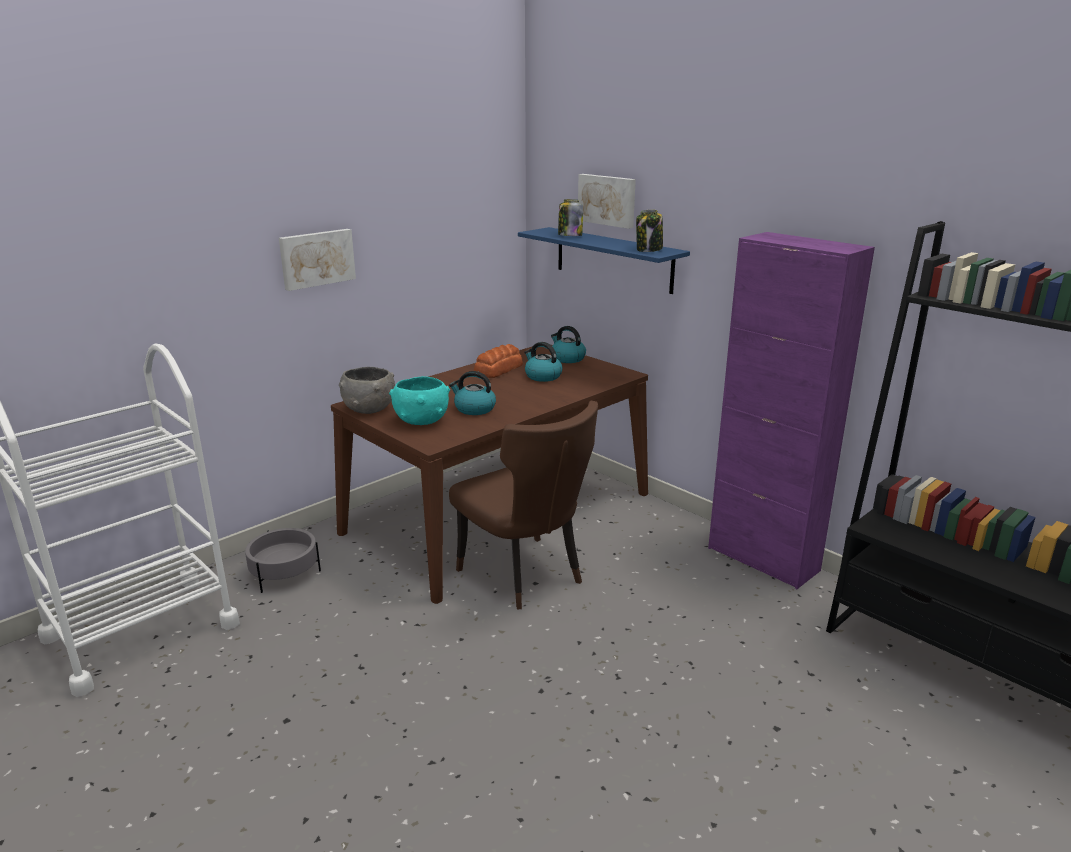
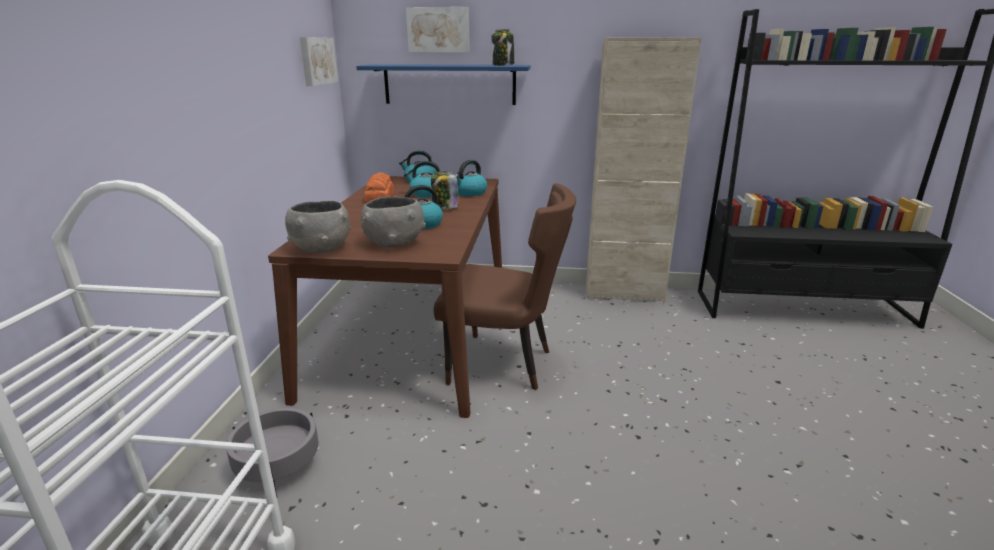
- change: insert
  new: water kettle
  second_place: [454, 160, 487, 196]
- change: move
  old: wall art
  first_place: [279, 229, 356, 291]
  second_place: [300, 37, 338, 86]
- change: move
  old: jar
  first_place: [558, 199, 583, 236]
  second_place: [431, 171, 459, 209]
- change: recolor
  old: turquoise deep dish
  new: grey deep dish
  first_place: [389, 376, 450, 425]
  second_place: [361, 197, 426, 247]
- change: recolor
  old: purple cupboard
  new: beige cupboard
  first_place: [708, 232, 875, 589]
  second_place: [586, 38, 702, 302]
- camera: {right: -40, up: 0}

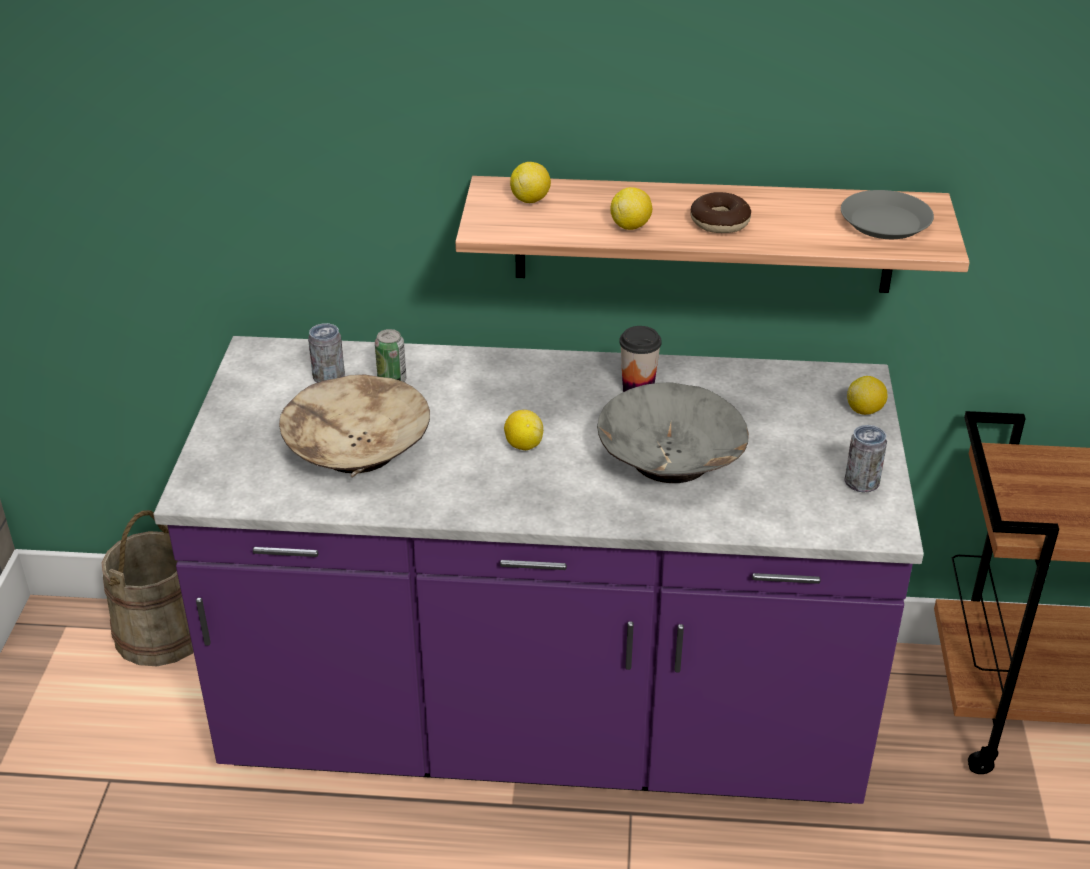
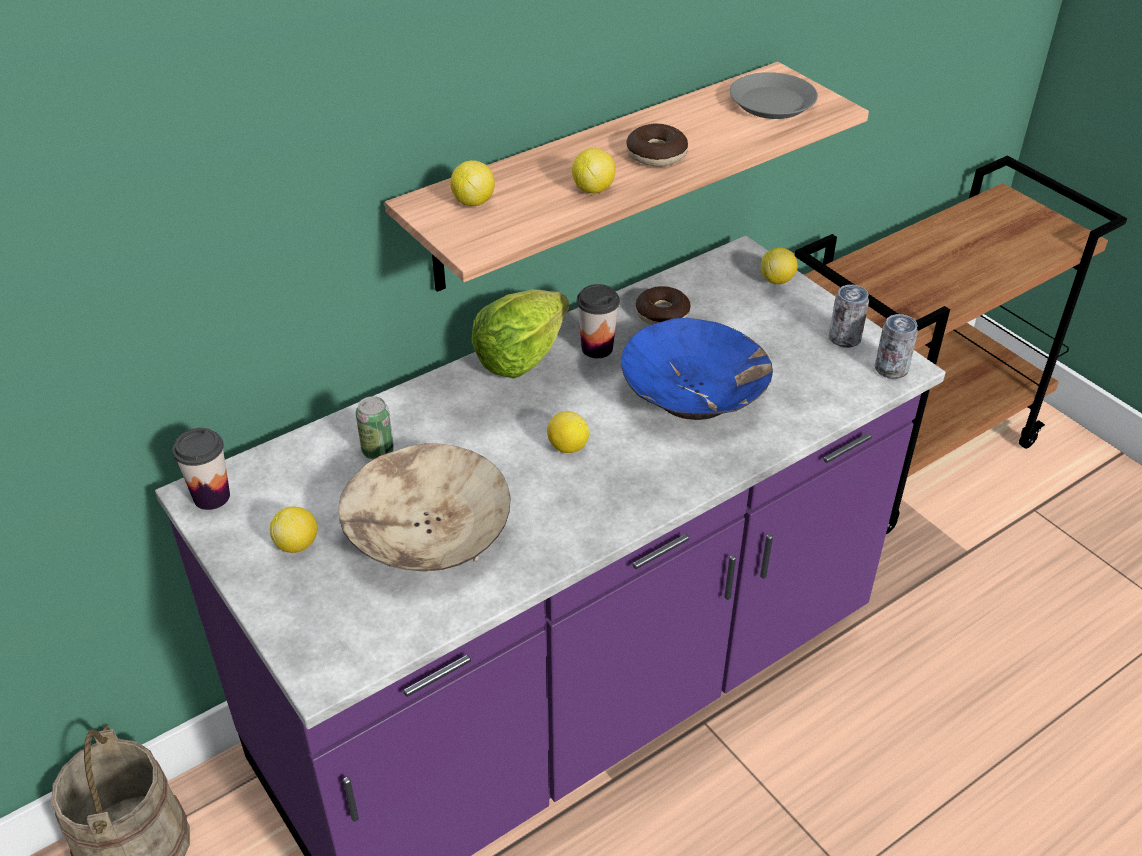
- change: insert
  new: small cup
  second_place: [172, 428, 230, 510]
- change: insert
  new: lemon
  second_place: [270, 507, 318, 553]
- change: insert
  new: lettuce head
  second_place: [471, 289, 569, 379]
- change: insert
  new: doughnut
  second_place: [635, 286, 691, 325]
- change: move
  old: sealed can
  first_place: [308, 323, 345, 383]
  second_place: [875, 314, 918, 379]
- change: recolor
  old: grey deep dish
  new: blue-coloured deep dish
  first_place: [597, 382, 749, 483]
  second_place: [621, 318, 773, 420]
- camera: {right: -40, up: 5}

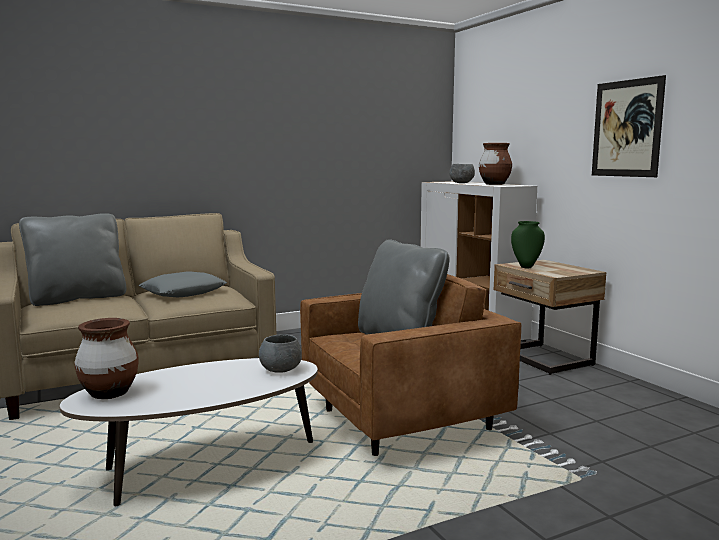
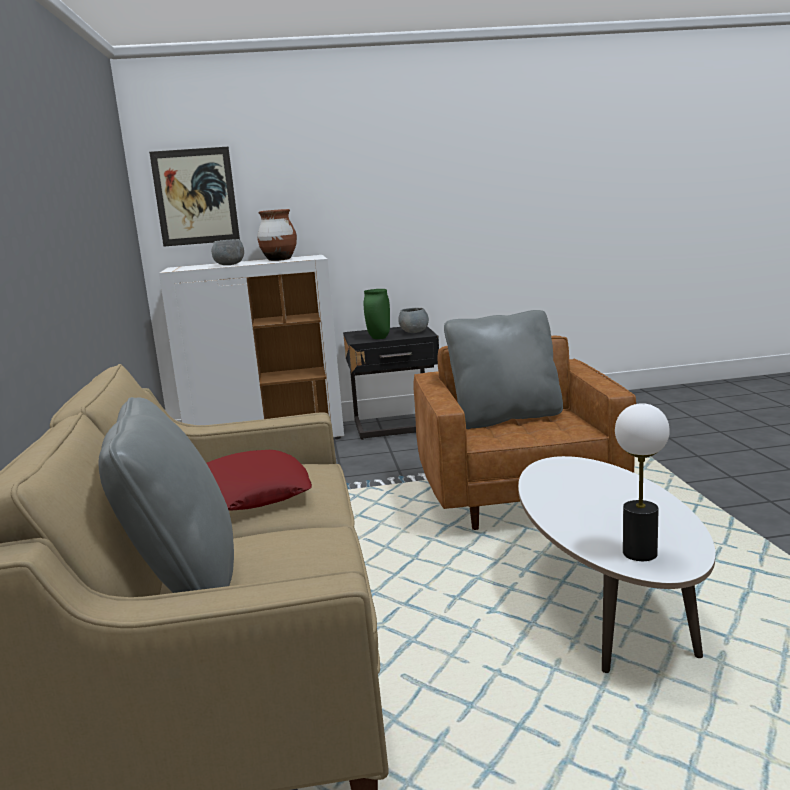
- change: move
  old: grey deep dish
  first_place: [259, 334, 302, 373]
  second_place: [398, 308, 429, 333]
- change: move
  old: wall art
  first_place: [592, 75, 666, 177]
  second_place: [149, 147, 240, 247]
- change: replace
  old: brown-coloured decorative vase
  new: table lamp
  first_place: [74, 318, 139, 399]
  second_place: [615, 403, 670, 561]
- change: recolor
  old: grey pillow
  new: red-coloured pillow
  first_place: [138, 271, 227, 297]
  second_place: [206, 450, 312, 511]
- change: recolor
  old: beige night table
  new: blackish night table
  first_place: [494, 260, 606, 375]
  second_place: [343, 326, 439, 440]
- camera: {right: -70, up: 5}

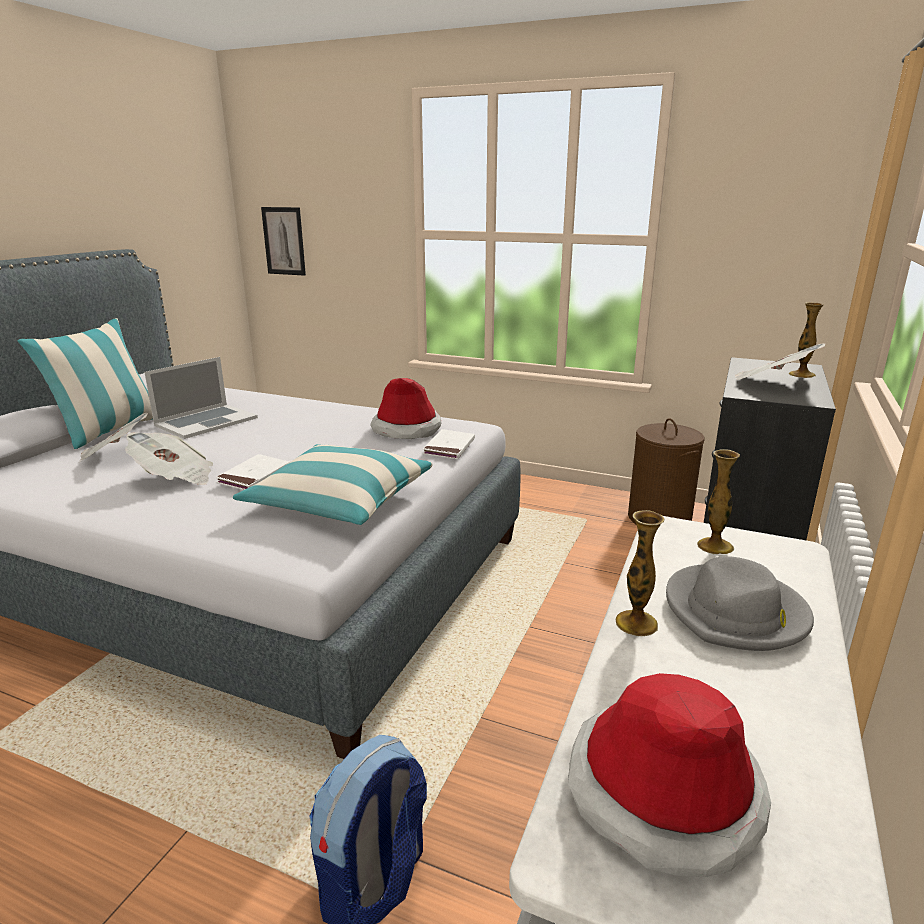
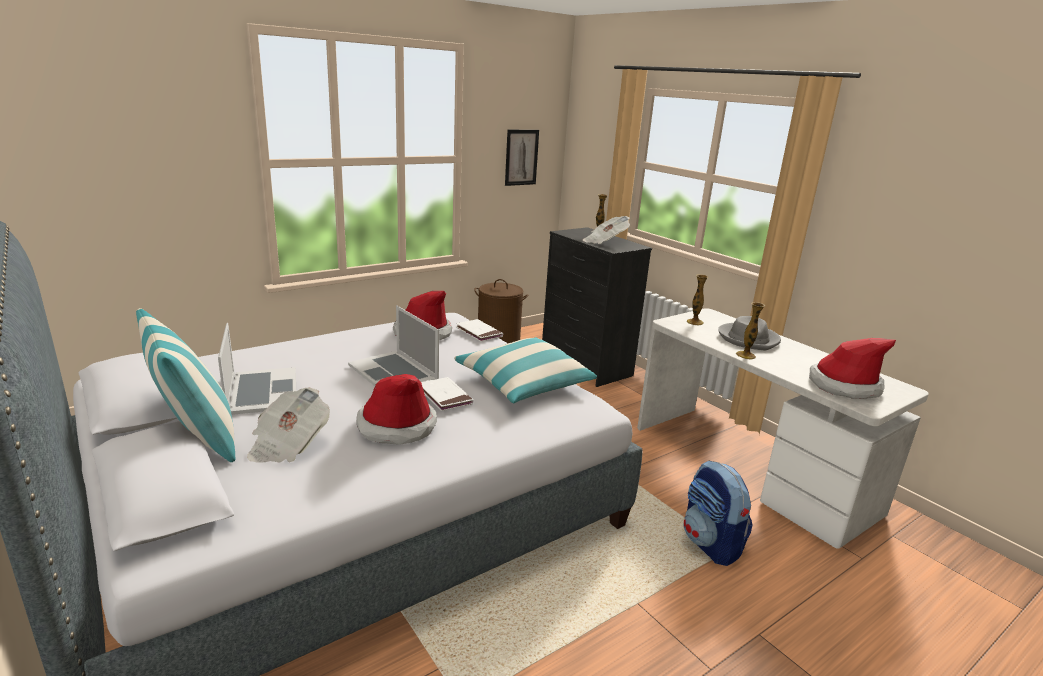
- change: insert
  new: notebook computer
  second_place: [348, 305, 439, 386]
- change: move
  old: wall art
  first_place: [261, 207, 306, 276]
  second_place: [505, 130, 539, 186]
- change: replace
  old: newspaper
  new: hat
  first_place: [125, 432, 213, 485]
  second_place: [356, 374, 437, 445]
- camera: {right: -60, up: 0}

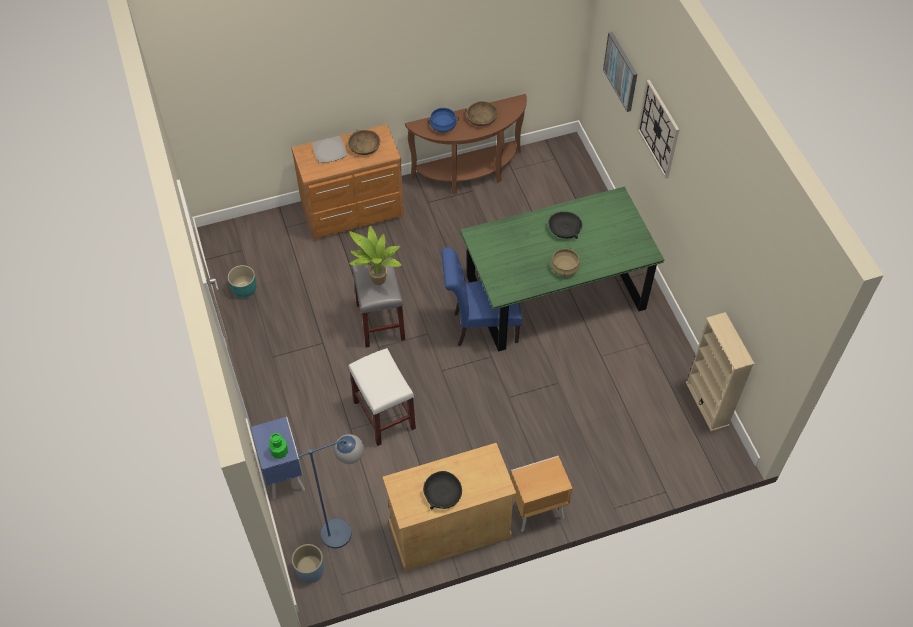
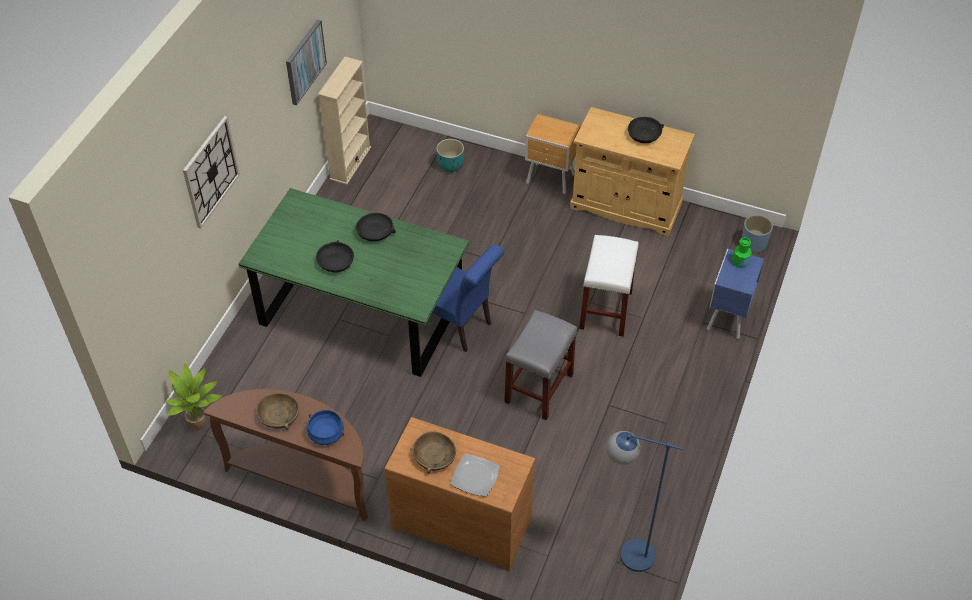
- change: move
  old: turquoise plant pot
  first_place: [228, 265, 256, 298]
  second_place: [436, 139, 464, 172]
- change: move
  old: blue-coloured floor lamp
  first_place: [298, 434, 364, 548]
  second_place: [606, 431, 683, 572]
- change: move
  old: houseplant
  first_place: [349, 226, 401, 285]
  second_place: [165, 363, 222, 430]
- change: move
  old: wall art
  first_place: [603, 32, 637, 112]
  second_place: [286, 20, 327, 105]
- change: replace
  old: beige saucepot
  new: blackish deep dish
  first_place: [551, 248, 580, 276]
  second_place: [356, 213, 396, 242]
- camera: {right: -140, up: -5}

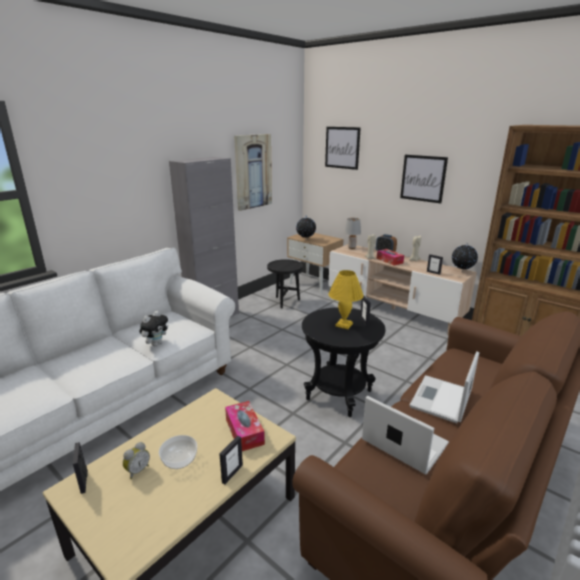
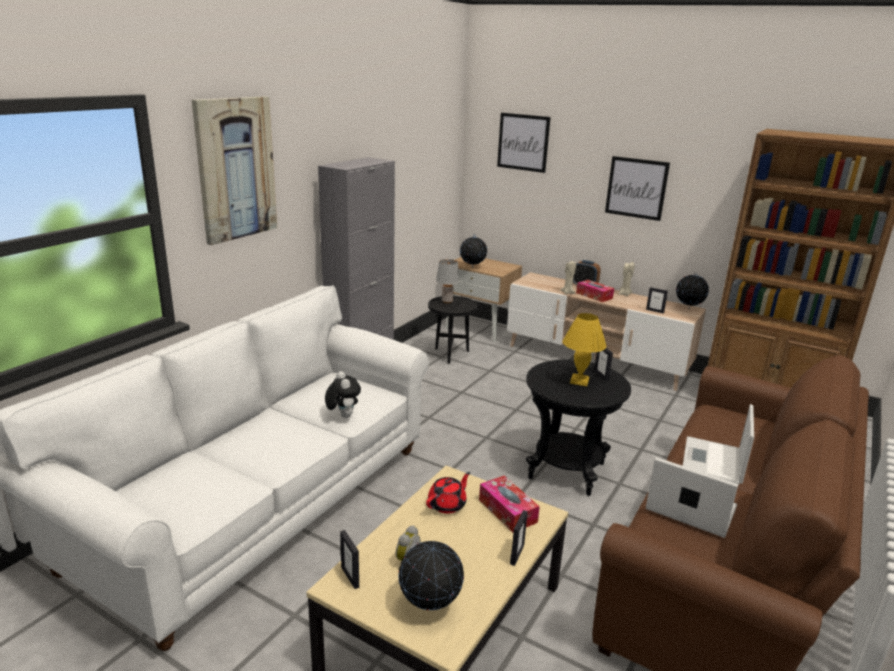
- change: delete
  old: deep dish
  first_place: [159, 435, 197, 469]
- change: insert
  new: desk globe
  second_place: [398, 540, 464, 610]
- change: insert
  new: red-coloured teapot
  second_place: [426, 472, 470, 513]
- change: move
  old: wall art
  first_place: [234, 134, 272, 211]
  second_place: [192, 97, 277, 245]
- change: move
  old: grey table lamp
  first_place: [344, 218, 361, 249]
  second_place: [436, 259, 459, 303]
- change: rotate
  old: soft toy
  first_place: [139, 311, 168, 346]
  second_place: [325, 371, 361, 418]
  degrees: -45
- camera: {right: -10, up: 0}

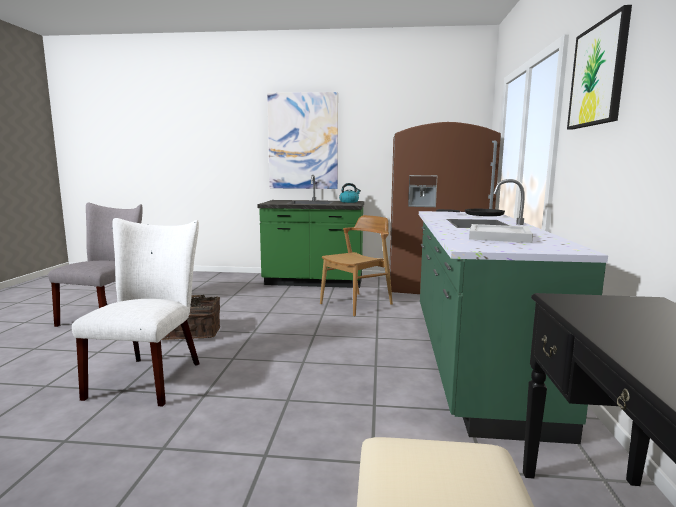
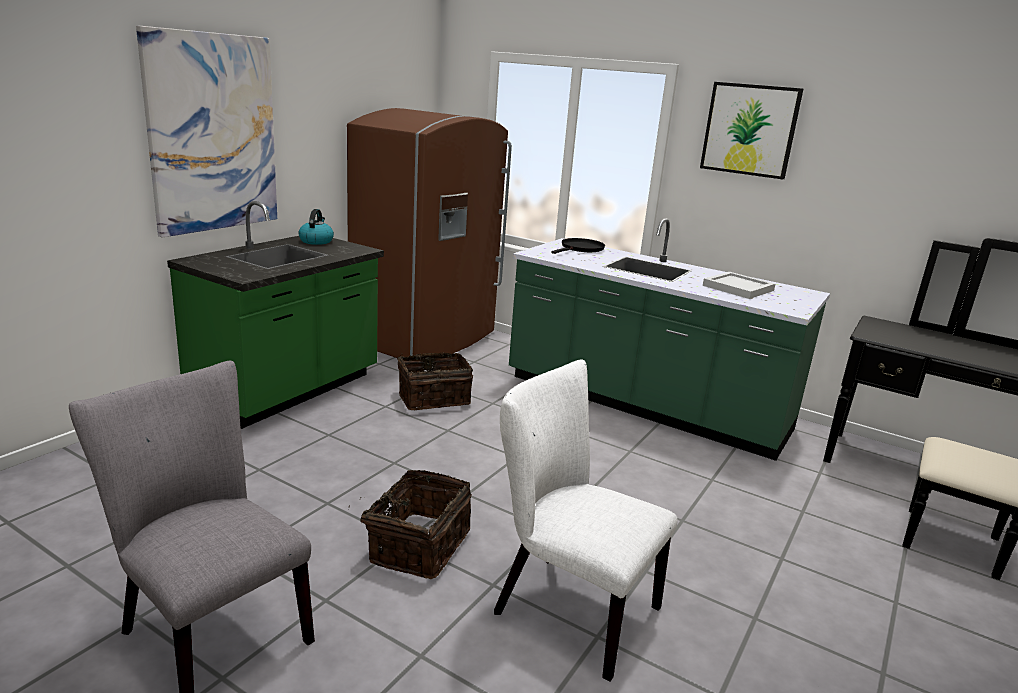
- change: replace
  old: brown-coloured upright chair
  new: basket
  first_place: [320, 215, 393, 317]
  second_place: [397, 352, 473, 410]
- camera: {right: -65, up: 10}

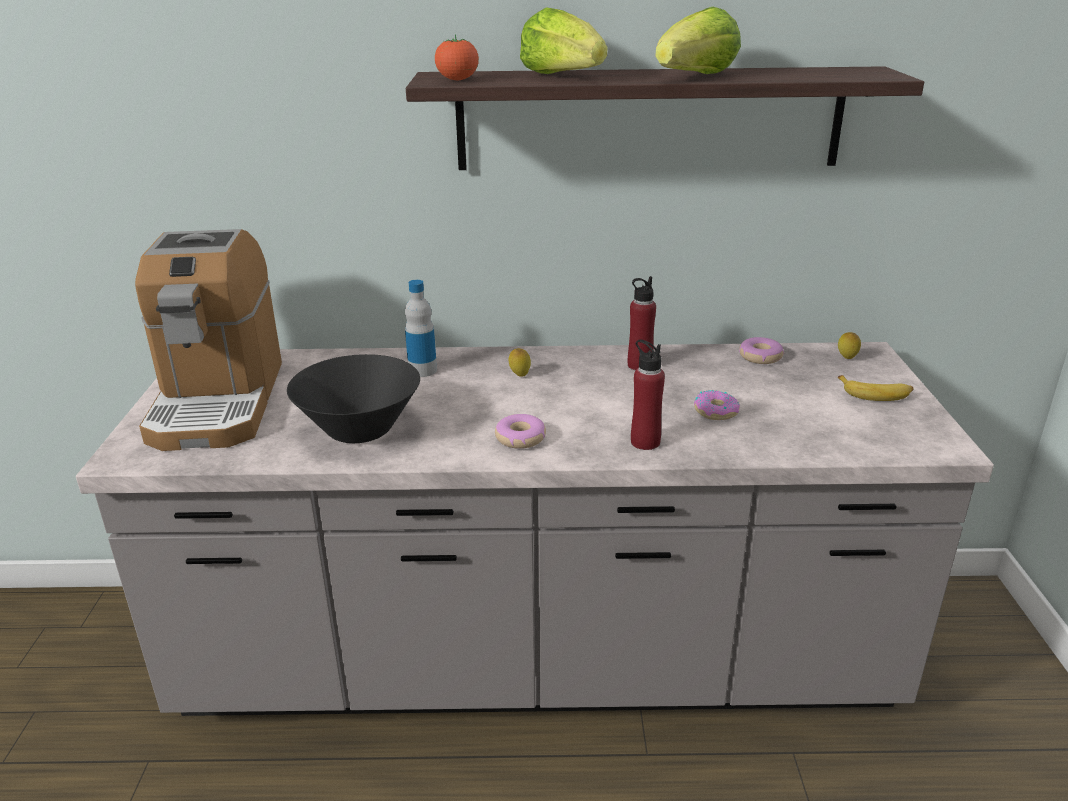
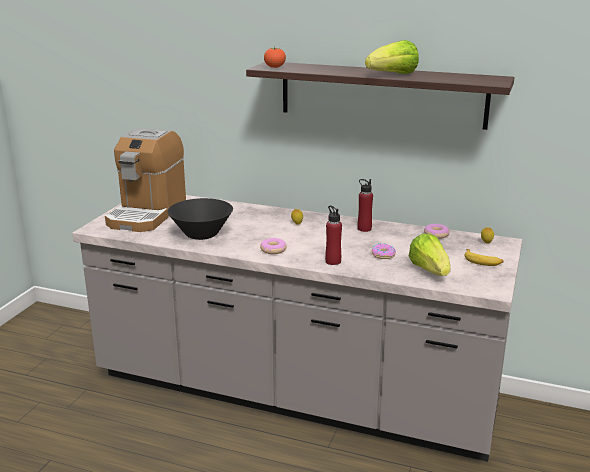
- change: delete
  old: drink bottle
  first_place: [405, 280, 437, 377]
- change: move
  old: lettuce head
  first_place: [520, 7, 607, 74]
  second_place: [408, 234, 451, 276]
- camera: {right: 20, up: -5}

